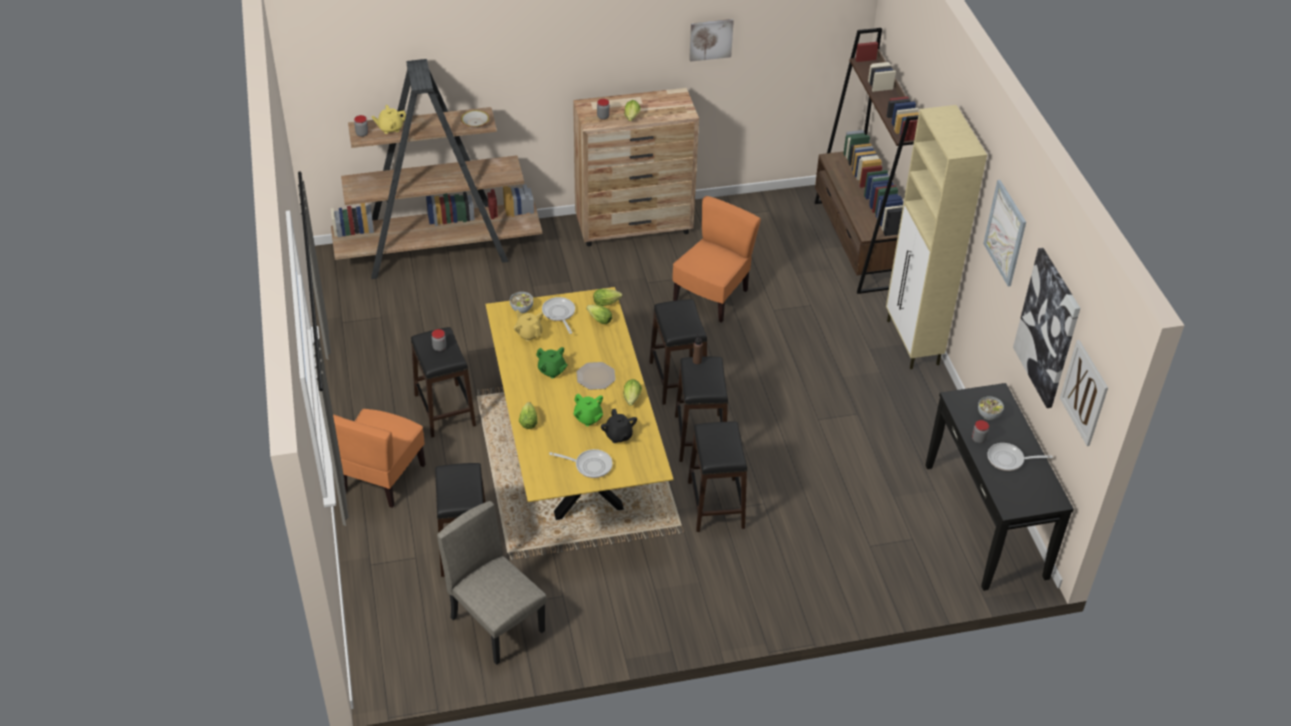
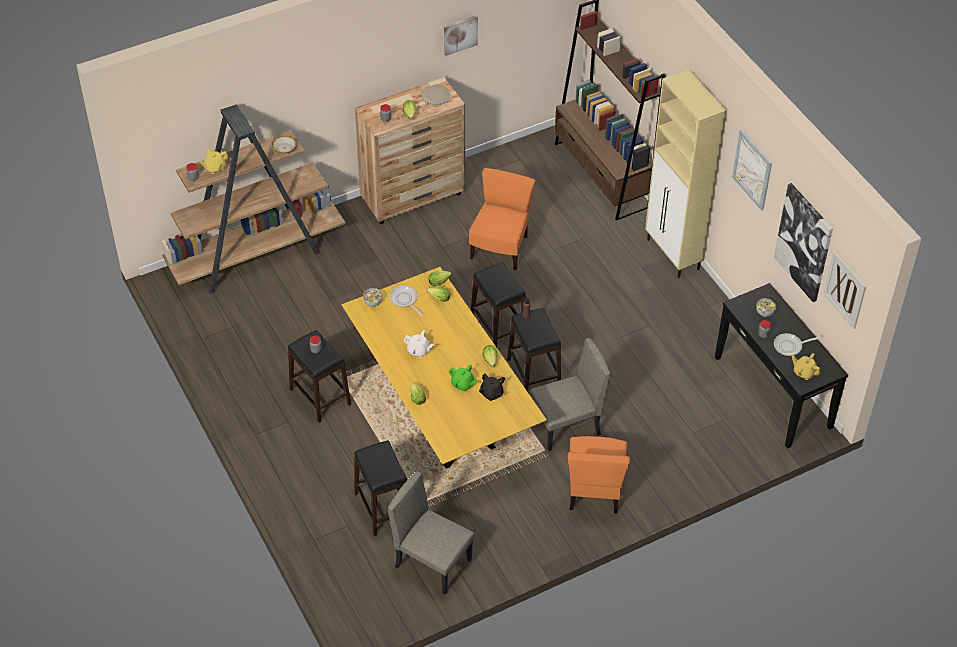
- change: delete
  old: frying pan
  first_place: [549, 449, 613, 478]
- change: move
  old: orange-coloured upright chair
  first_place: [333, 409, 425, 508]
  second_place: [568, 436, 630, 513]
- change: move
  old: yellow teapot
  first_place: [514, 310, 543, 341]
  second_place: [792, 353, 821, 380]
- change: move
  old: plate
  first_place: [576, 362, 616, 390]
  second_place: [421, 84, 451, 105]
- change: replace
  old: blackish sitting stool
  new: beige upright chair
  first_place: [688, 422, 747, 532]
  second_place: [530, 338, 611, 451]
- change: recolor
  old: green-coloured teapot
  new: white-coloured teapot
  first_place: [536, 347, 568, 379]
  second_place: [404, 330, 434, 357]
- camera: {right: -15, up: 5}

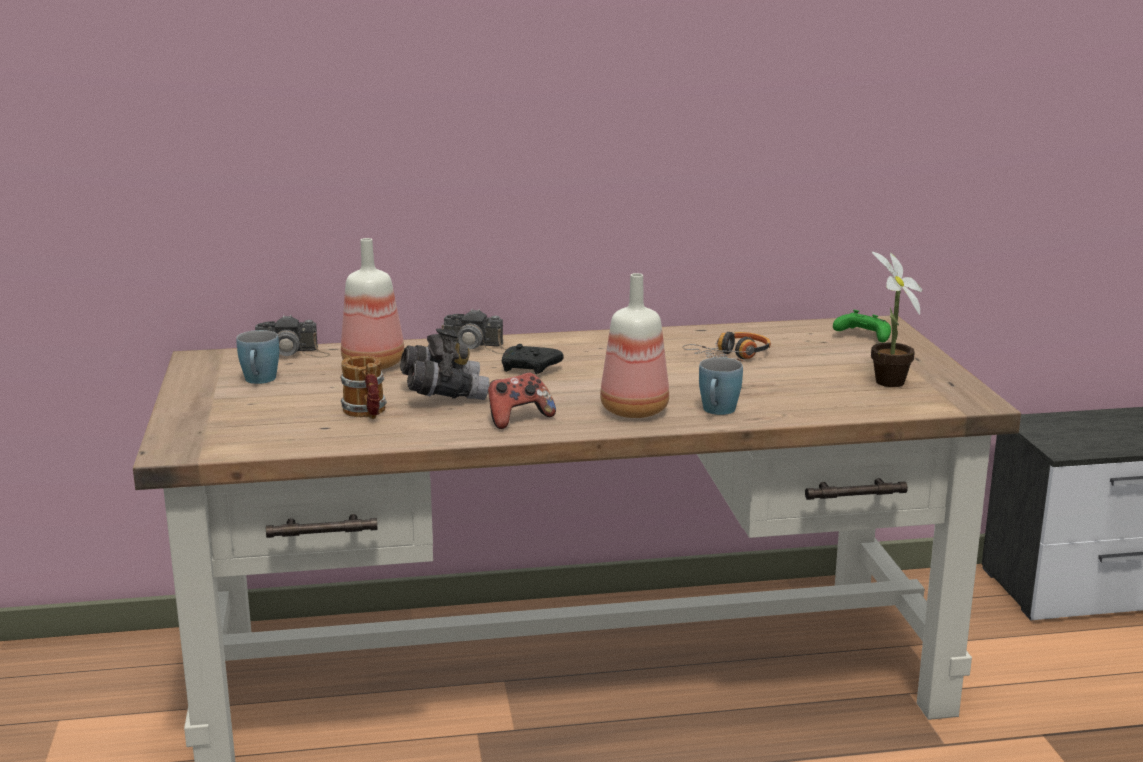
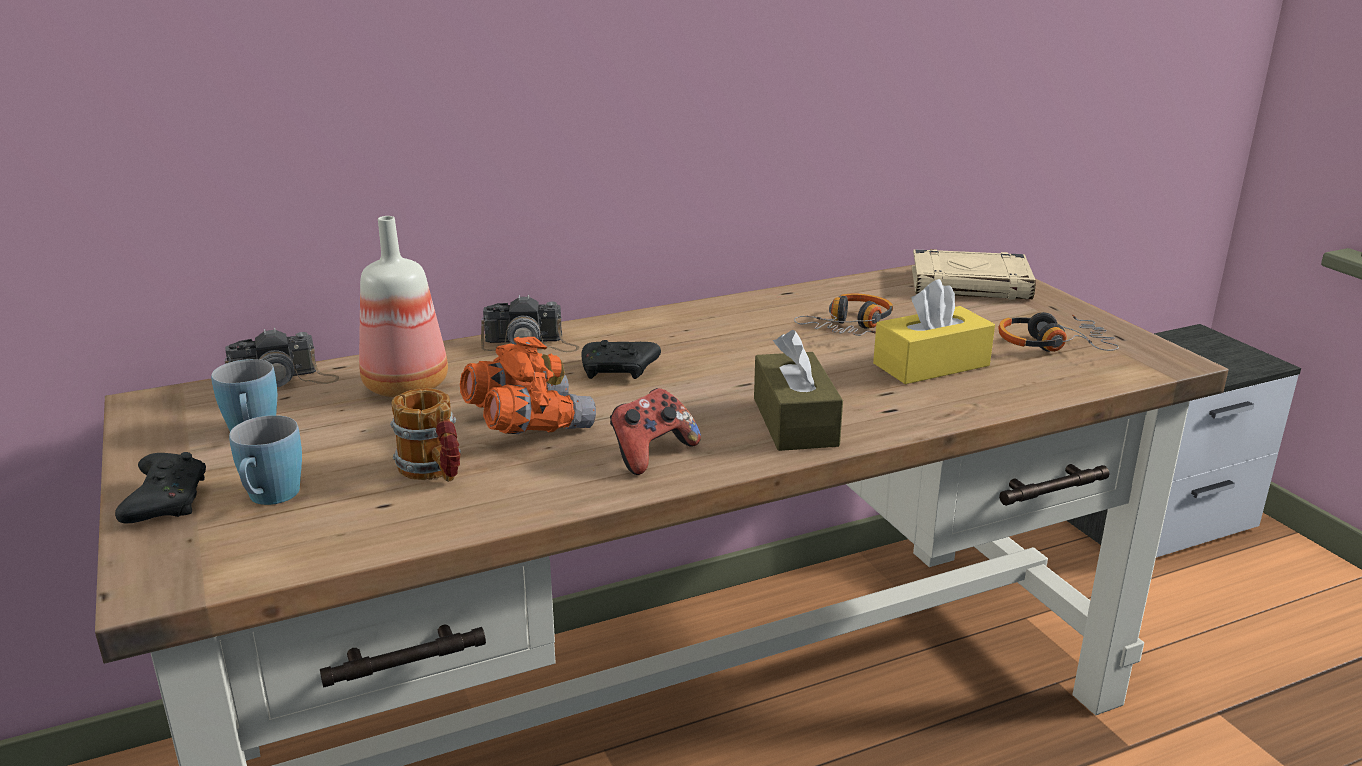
- change: insert
  new: blackish gamepad
  second_place: [115, 452, 206, 524]
- change: insert
  new: yellow box of tissues
  second_place: [873, 279, 995, 384]
- change: move
  old: blue-coloured tea mug
  first_place: [699, 357, 743, 415]
  second_place: [229, 415, 302, 505]
- change: replace
  old: drink bottle
  new: brown-coloured box of tissues
  first_place: [600, 273, 669, 418]
  second_place: [754, 330, 843, 451]
- change: replace
  old: green-coloured gamepad
  new: beige book
  first_place: [833, 310, 891, 342]
  second_place: [912, 249, 1036, 300]
- change: replace
  old: houseplant
  new: headphones
  first_place: [871, 252, 922, 387]
  second_place: [999, 312, 1119, 352]
- change: recolor
  old: grey field glasses
  new: orange-coloured field glasses
  first_place: [400, 328, 490, 400]
  second_place: [460, 337, 596, 434]
- camera: {right: -15, up: 5}

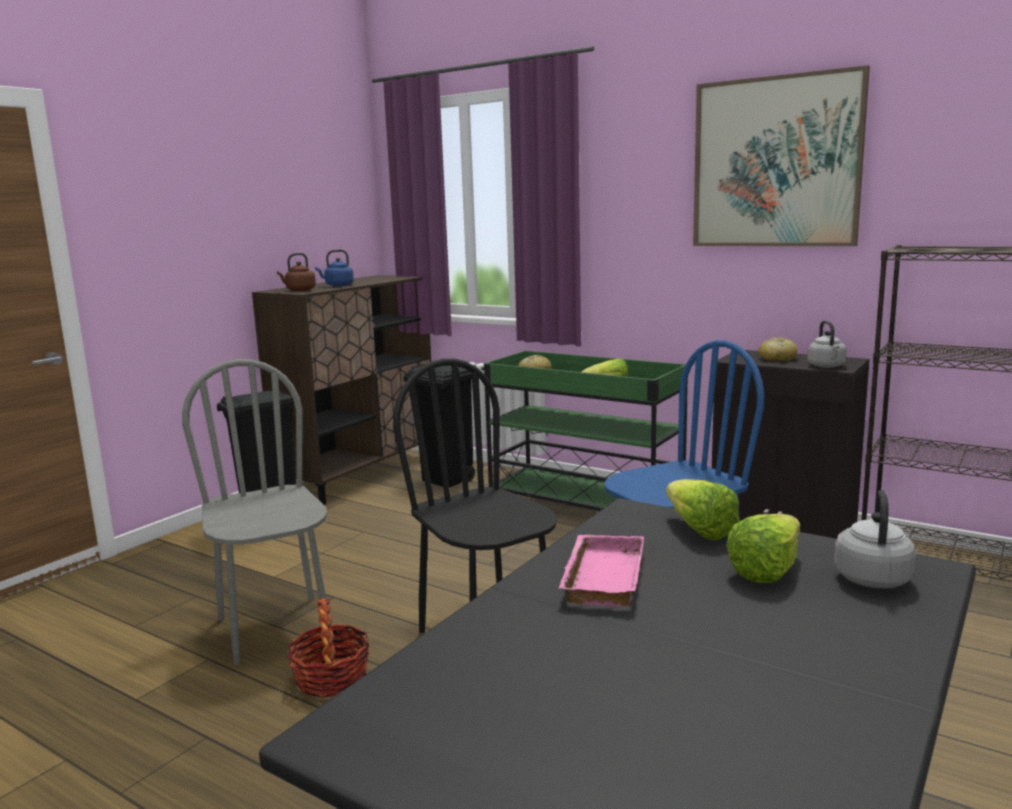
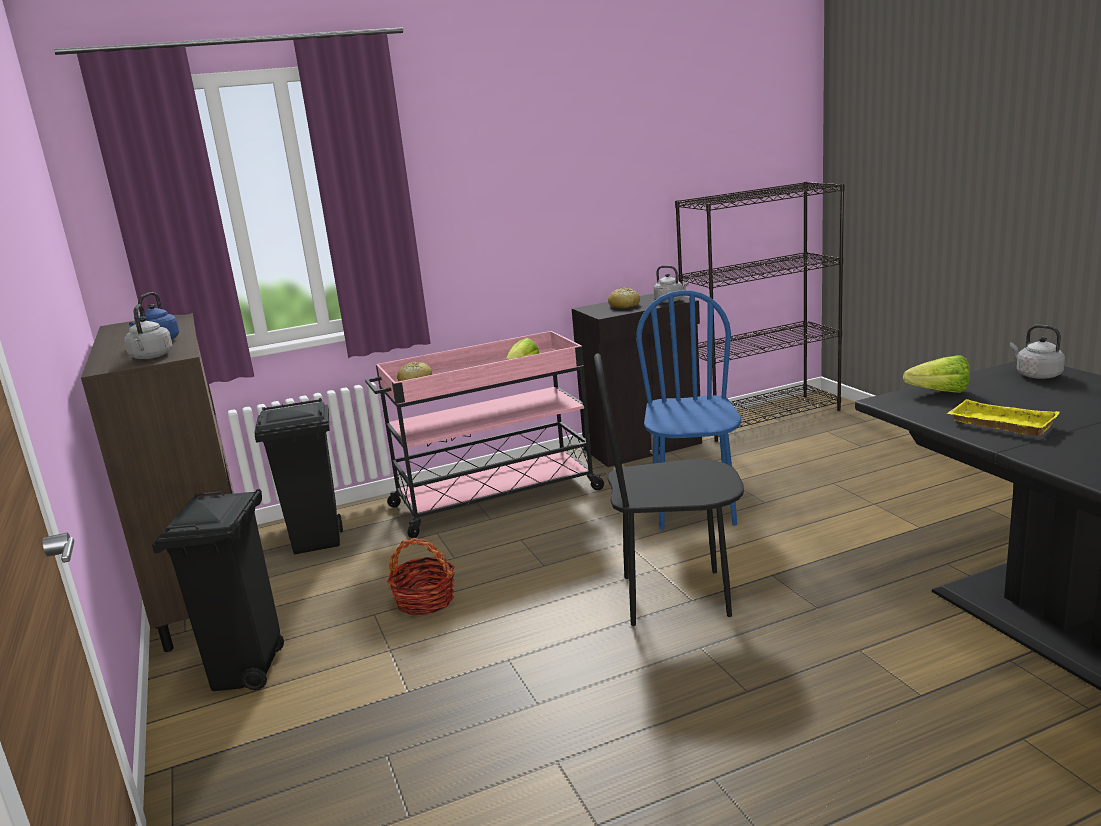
- change: delete
  old: grey upright chair
  first_place: [182, 359, 327, 665]
- change: delete
  old: wall art
  first_place: [693, 65, 870, 246]
- change: delete
  old: lettuce head
  first_place: [726, 514, 800, 583]
- change: move
  old: basket
  first_place: [288, 598, 370, 698]
  second_place: [387, 538, 455, 615]
- change: recolor
  old: brown-coloured water kettle
  new: grey water kettle
  first_place: [277, 253, 316, 291]
  second_place: [124, 304, 173, 359]
- change: recolor
  old: green-coloured cart
  new: pink cart
  first_place: [481, 351, 688, 511]
  second_place: [365, 331, 606, 538]
- change: recolor
  old: pink carrying tray
  new: yellow carrying tray
  first_place: [559, 535, 644, 607]
  second_place: [947, 399, 1060, 436]
- camera: {right: -55, up: 5}

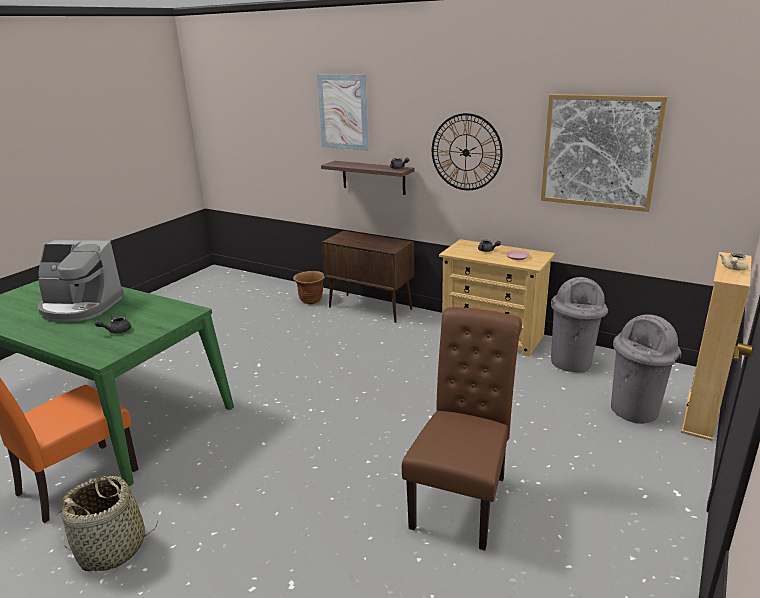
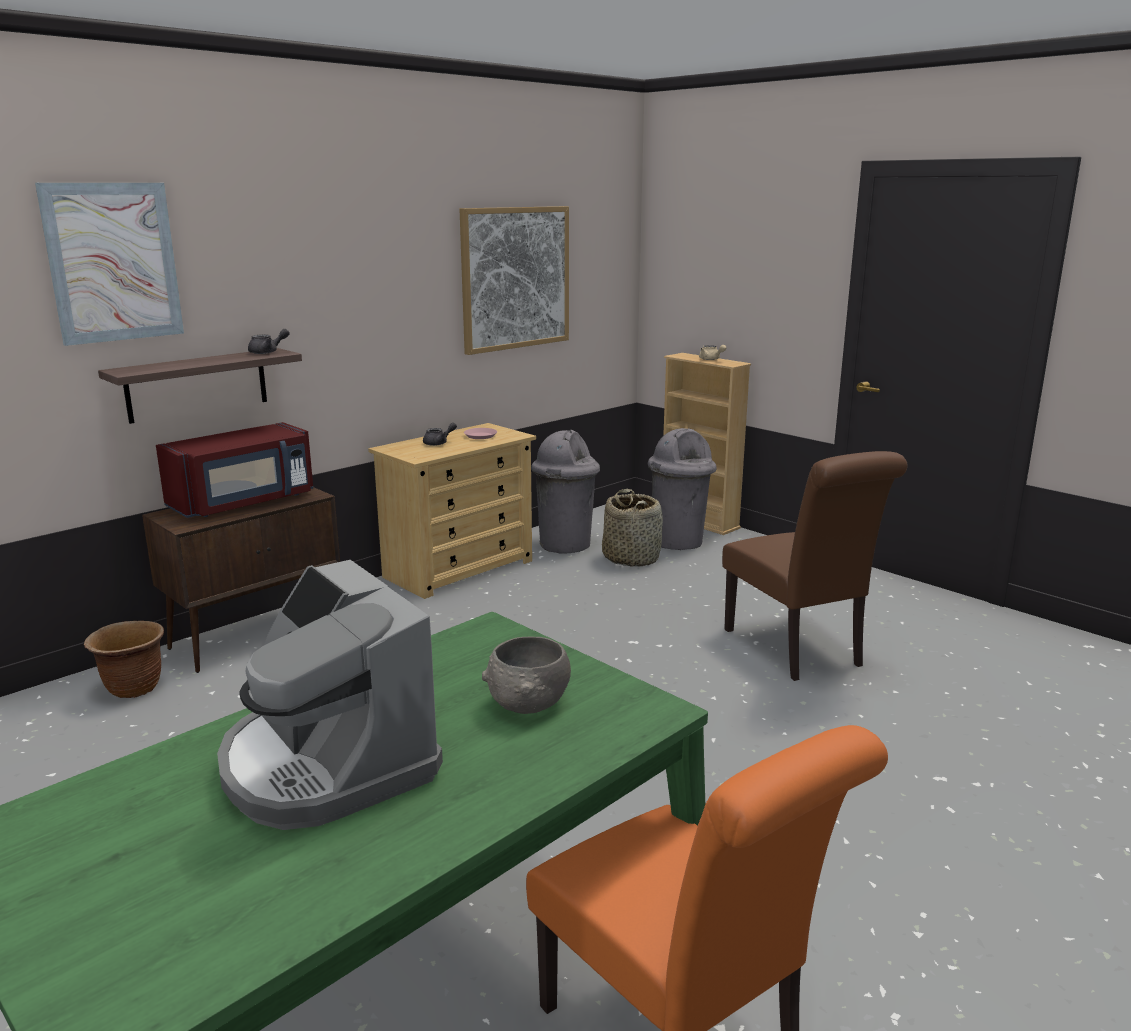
- change: delete
  old: hanging clock
  first_place: [432, 113, 503, 190]
- change: insert
  new: red-coloured microwave oven
  second_place: [156, 422, 313, 518]
- change: move
  old: basket
  first_place: [57, 476, 157, 571]
  second_place: [602, 489, 663, 567]
- change: replace
  old: grey teapot
  new: grey deep dish
  first_place: [95, 315, 131, 334]
  second_place: [482, 637, 571, 714]
- change: rotate
  old: coffee brewer
  first_place: [38, 240, 124, 322]
  second_place: [217, 560, 443, 830]
  degrees: 120
- change: rotate
  old: brown-coloured upright chair
  first_place: [402, 307, 522, 551]
  second_place: [722, 451, 908, 681]
  degrees: -150
- camera: {right: -75, up: -5}

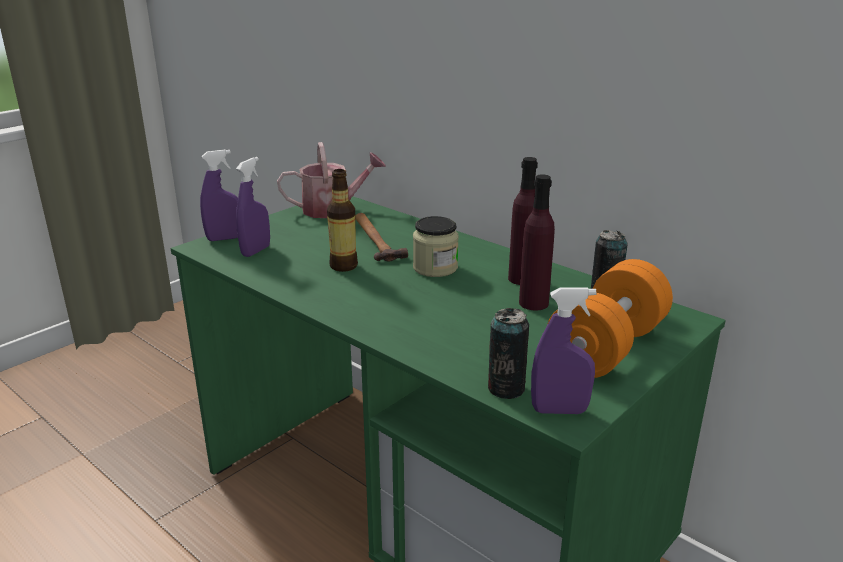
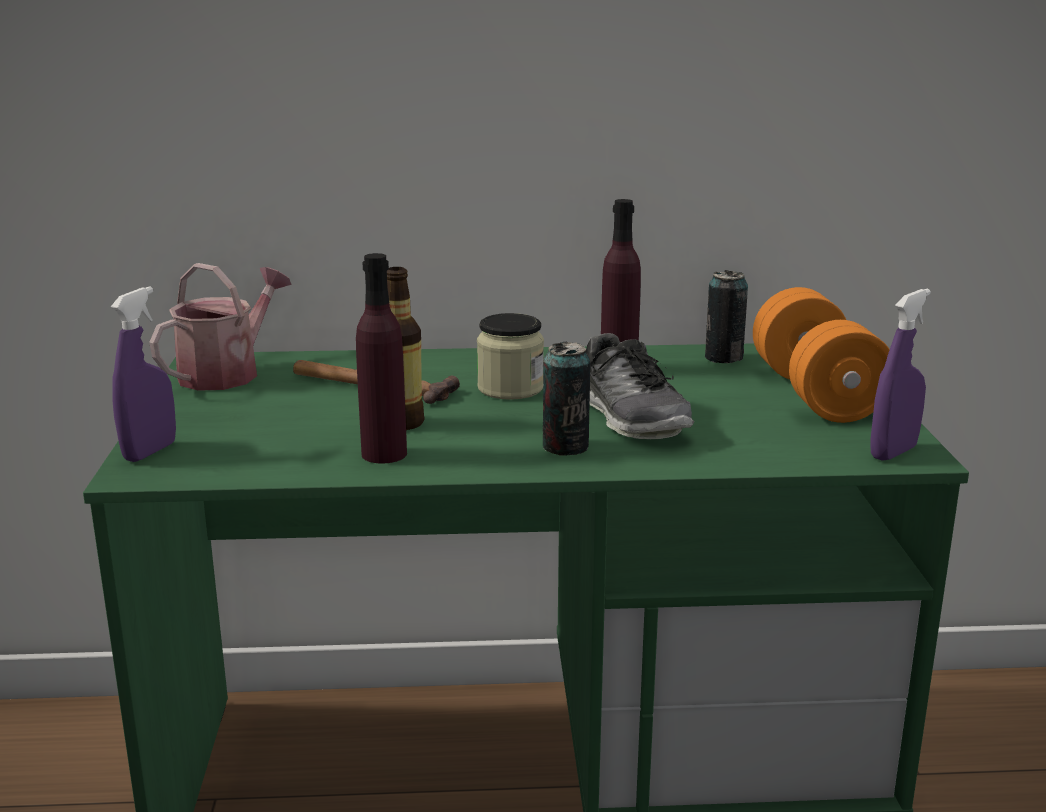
- change: delete
  old: purple sprayer
  first_place: [236, 157, 270, 257]
- change: insert
  new: low shoe
  second_place: [586, 333, 695, 439]
- change: move
  old: sealed can
  first_place: [488, 308, 529, 399]
  second_place: [543, 342, 590, 456]
- change: move
  old: purple drink bottle
  first_place: [519, 175, 555, 310]
  second_place: [356, 253, 407, 463]
- camera: {right: -45, up: -5}

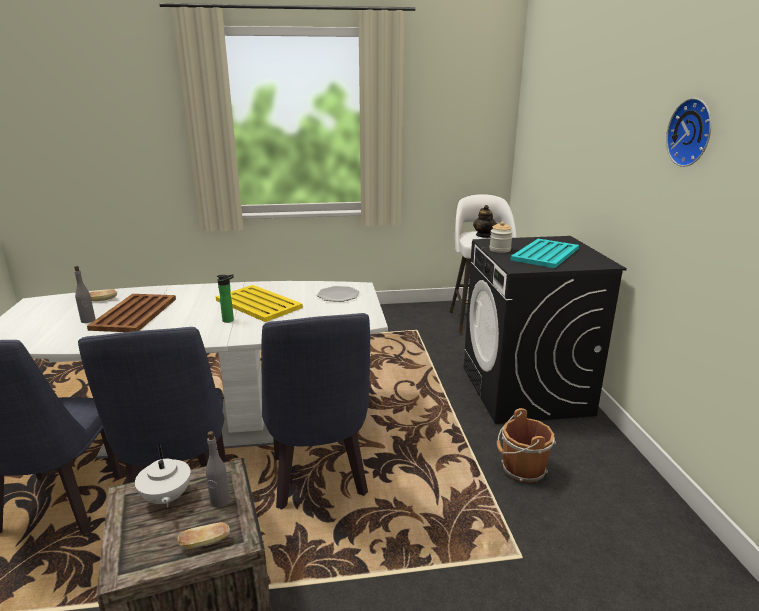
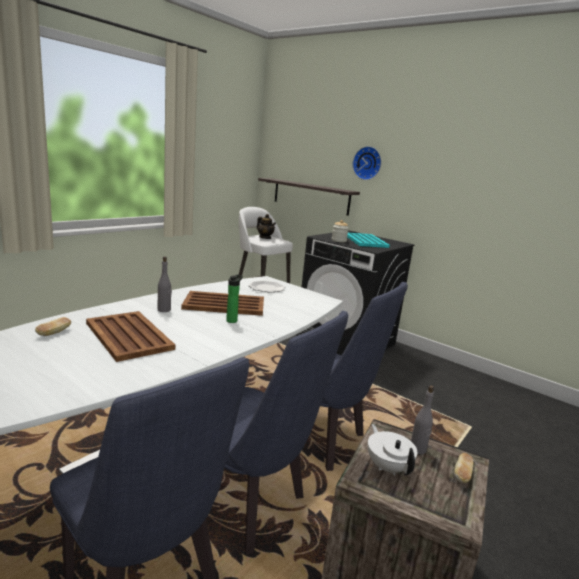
- change: delete
  old: brown-coloured bucket
  first_place: [496, 408, 556, 483]
- change: insert
  new: shelf
  second_place: [258, 178, 360, 216]
- change: move
  old: grey drink bottle
  first_place: [74, 266, 95, 323]
  second_place: [158, 257, 172, 312]
- change: move
  old: hanging clock
  first_place: [666, 98, 712, 167]
  second_place: [353, 146, 381, 180]
- change: recolor
  old: yellow carrying tray
  new: brown-coloured carrying tray
  first_place: [216, 285, 303, 322]
  second_place: [181, 291, 264, 316]
- change: rotate
  old: white-coloured teapot
  first_place: [135, 445, 191, 507]
  second_place: [368, 424, 417, 475]
  degrees: -135
- camera: {right: -45, up: -5}

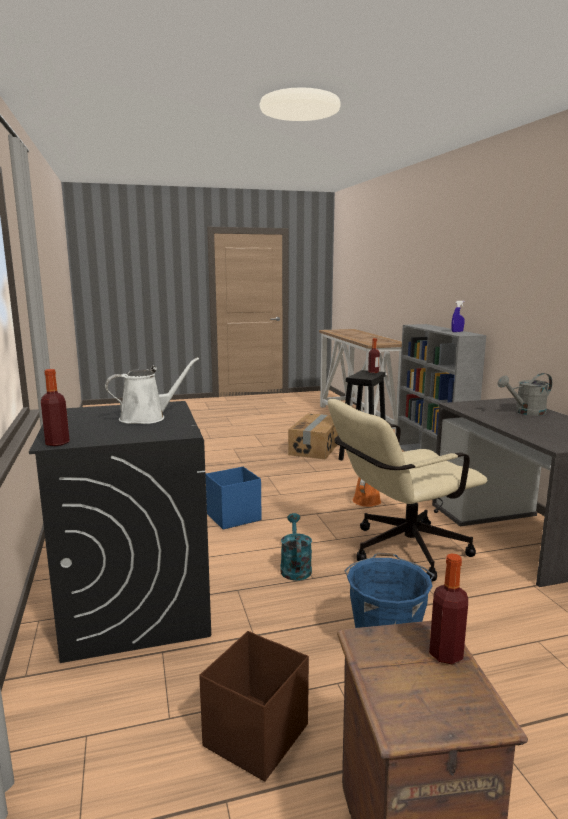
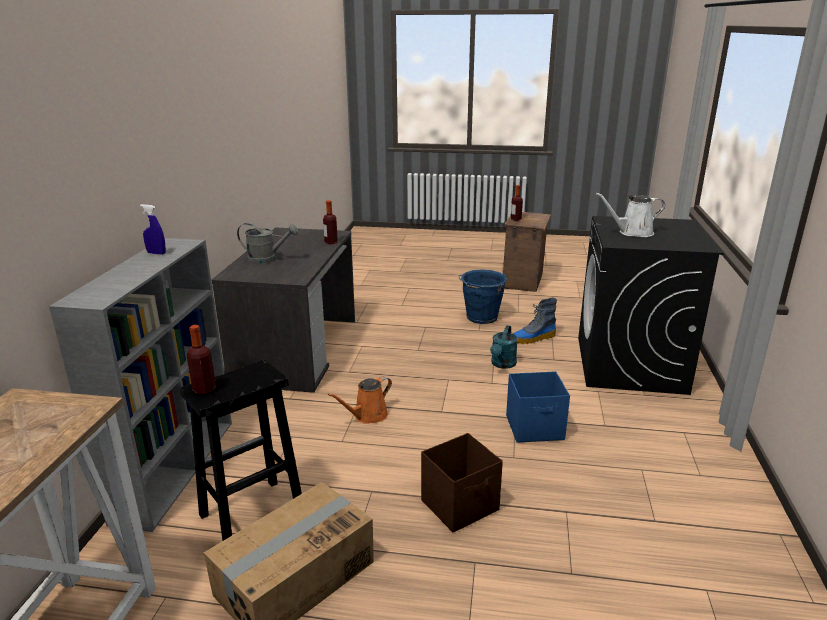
- change: delete
  old: beige computer chair
  first_place: [328, 399, 487, 582]
- change: insert
  new: high-top boot
  second_place: [513, 298, 557, 344]
- change: move
  old: drink bottle
  first_place: [41, 369, 70, 446]
  second_place: [323, 201, 338, 244]
- change: move
  old: brown-coloured storage container
  first_place: [199, 631, 309, 782]
  second_place: [421, 433, 503, 533]
- camera: {right: -155, up: 10}

